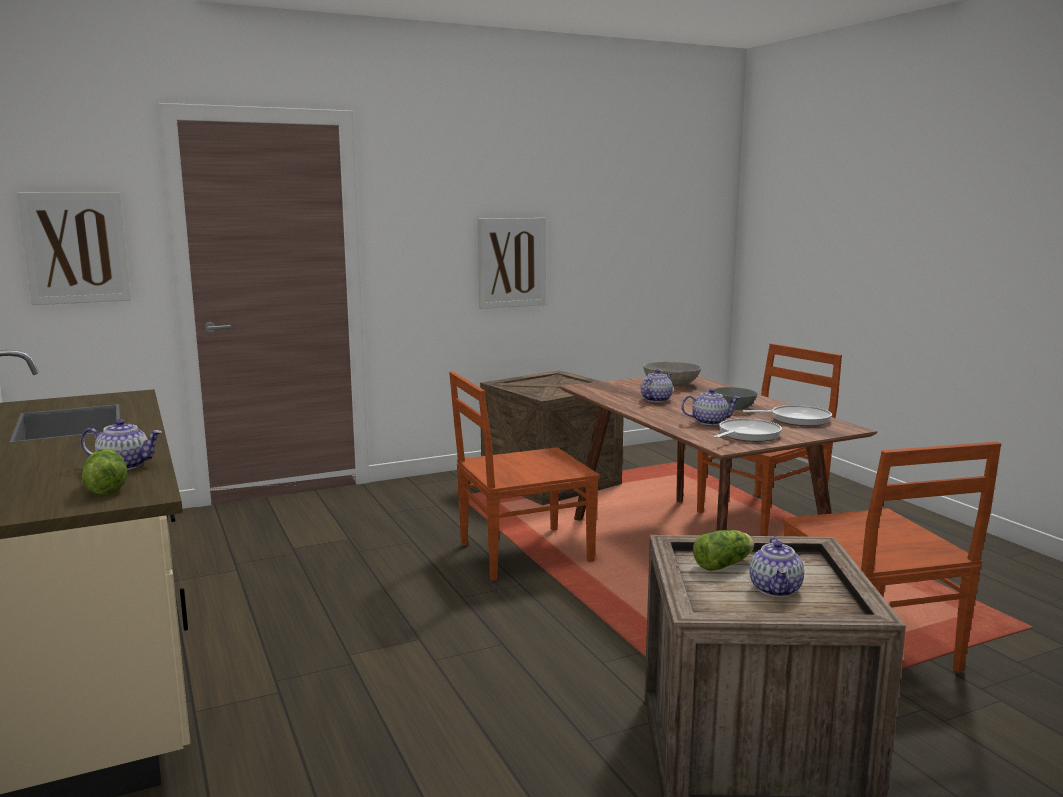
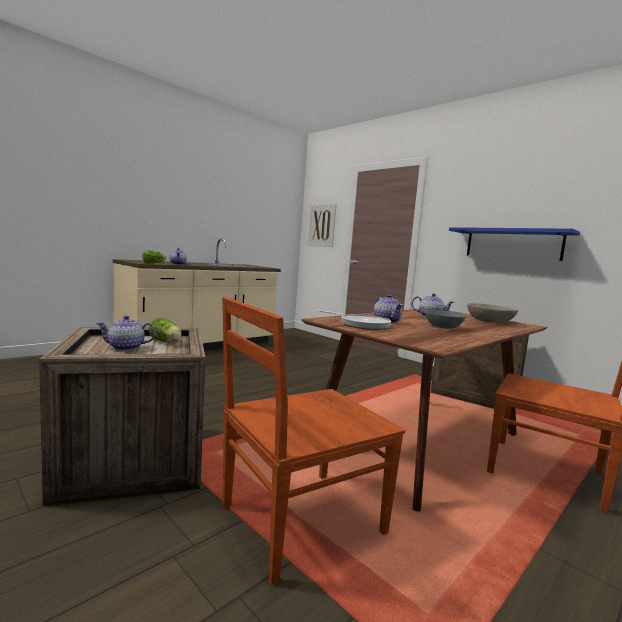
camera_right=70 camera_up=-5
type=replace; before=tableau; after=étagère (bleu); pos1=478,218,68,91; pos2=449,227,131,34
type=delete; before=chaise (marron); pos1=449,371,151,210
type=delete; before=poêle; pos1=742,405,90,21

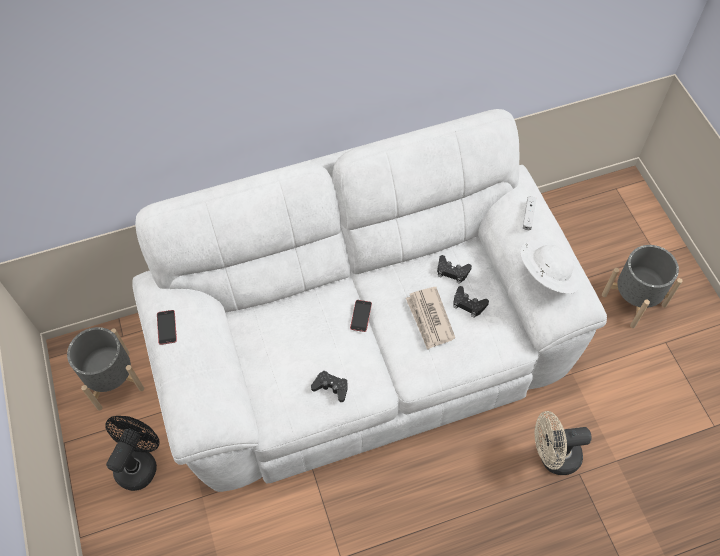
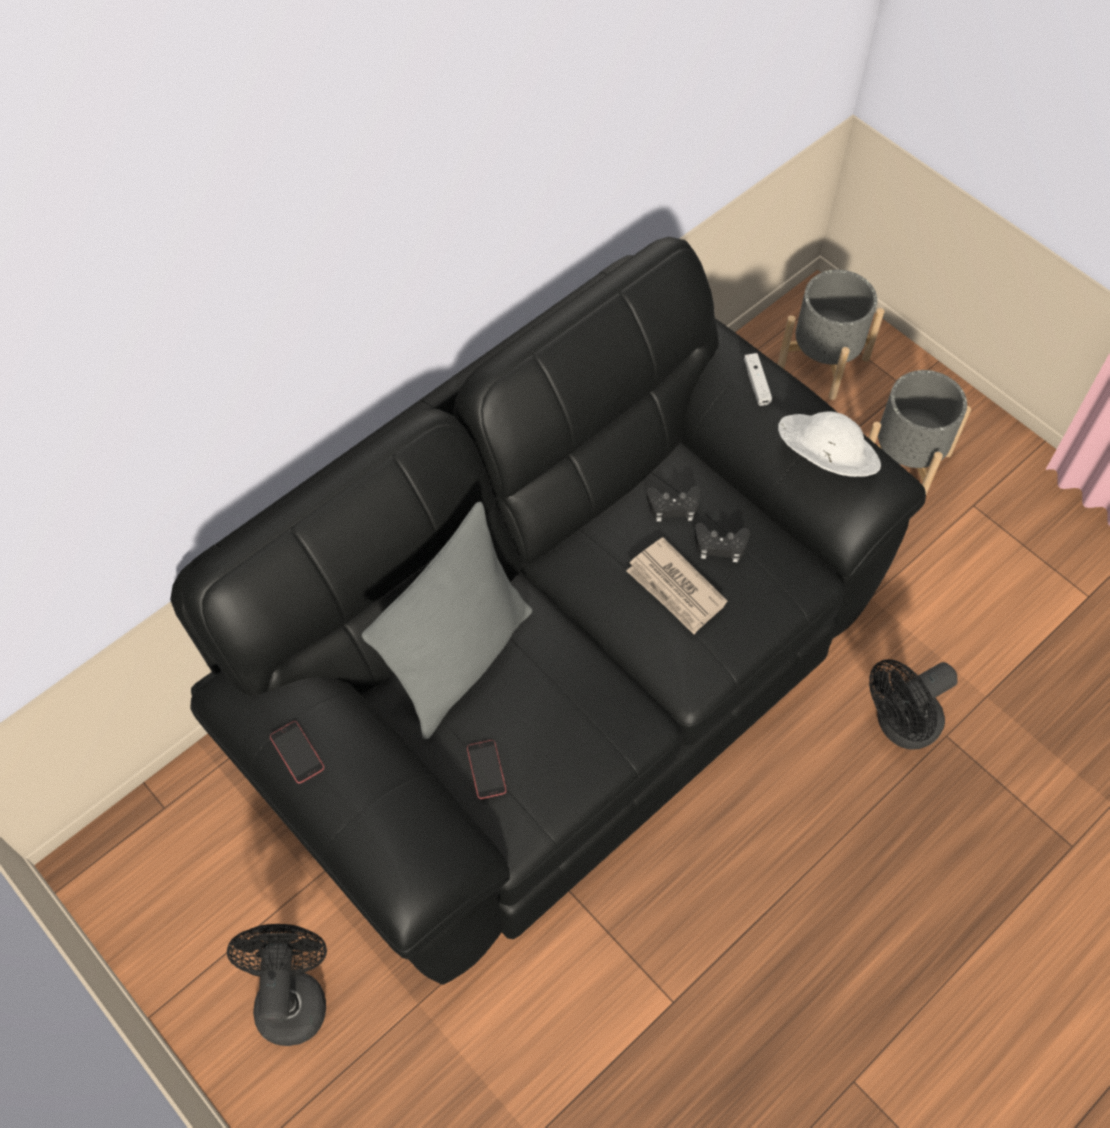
camera_right=-25 camera_up=0
type=recolor; before=canapé (blanc); after=canapé (noir); pos1=133,109,474,383; pos2=170,237,756,748
type=move; before=téléphone; pos1=350,300,22,32; pos2=467,740,39,59
type=move; before=cache-pot (gris); pos1=67,327,77,84; pos2=778,270,107,130
type=delete; before=manette (noir); pos1=311,370,37,32
type=recolor; before=ventilateur (beige); after=ventilateur (noir); pos1=535,411,57,64; pos2=869,659,89,91
type=insert; after=coussin (gris); pos2=362,502,170,237

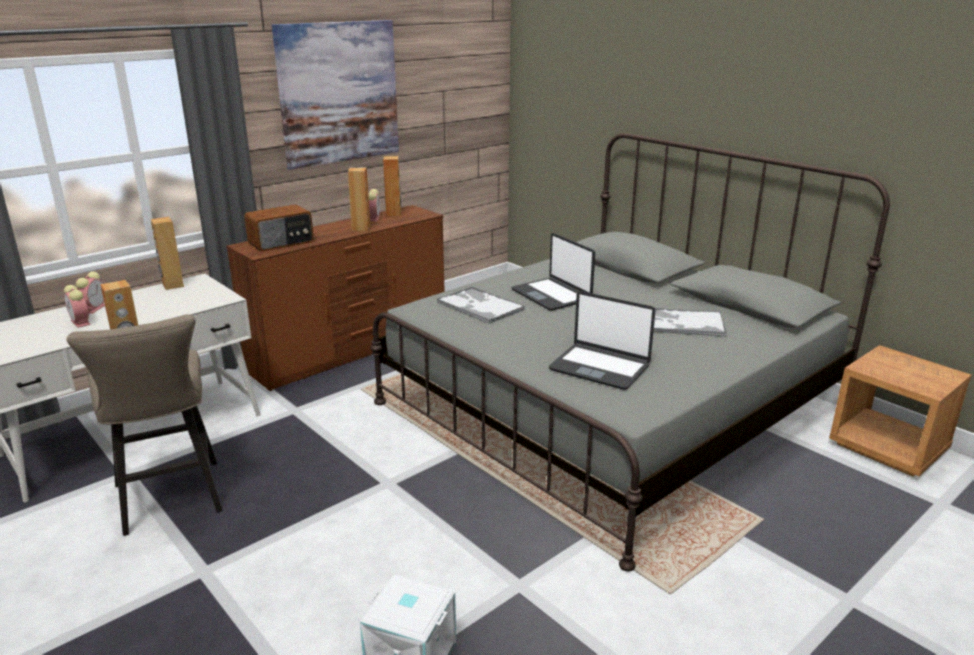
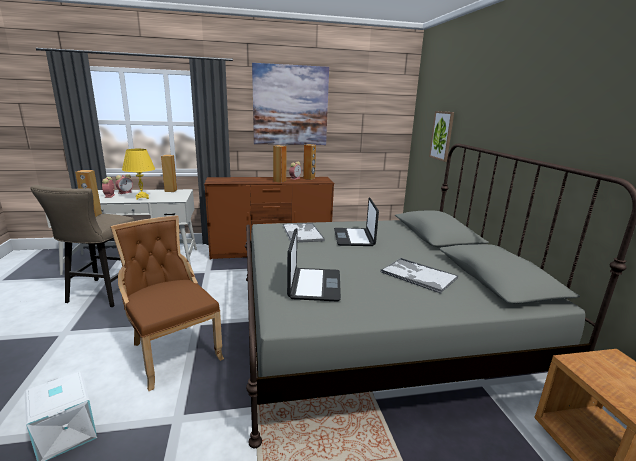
camera_right=30 camera_up=-5
type=delete; before=radio; pos1=244,204,70,48
type=rotate; before=ordinateur portable; pos1=549,291,106,99; pos2=287,228,54,73; turn=-150
type=insert; after=tableau; pos2=429,111,25,51
type=insert; after=lampe de table (jaune); pos2=122,149,33,51
type=insert; after=chaise (marron); pos2=110,216,114,175

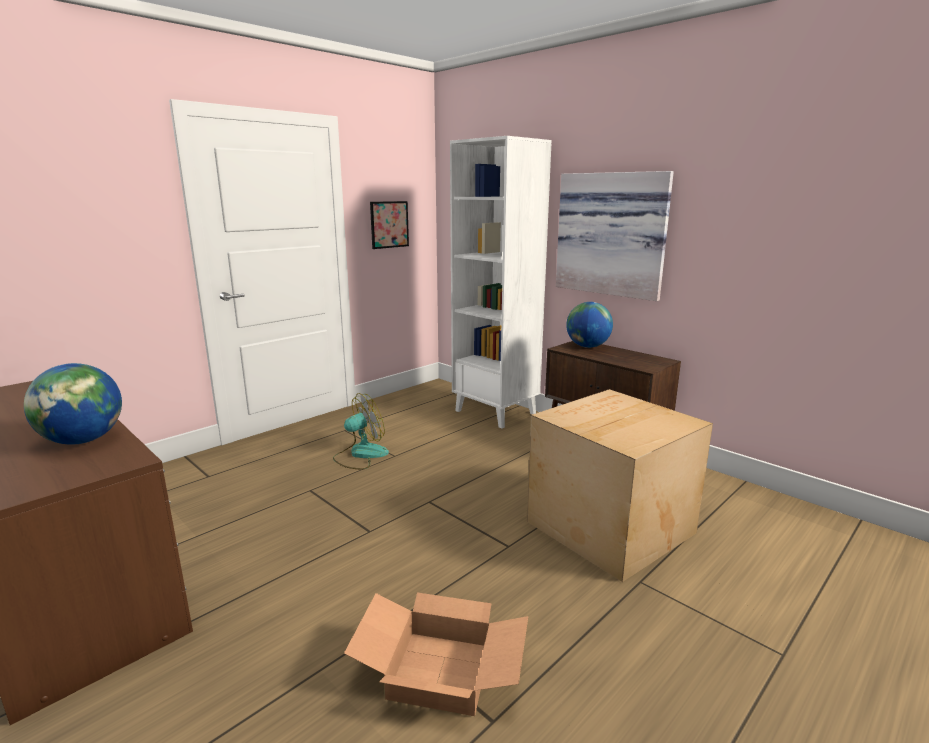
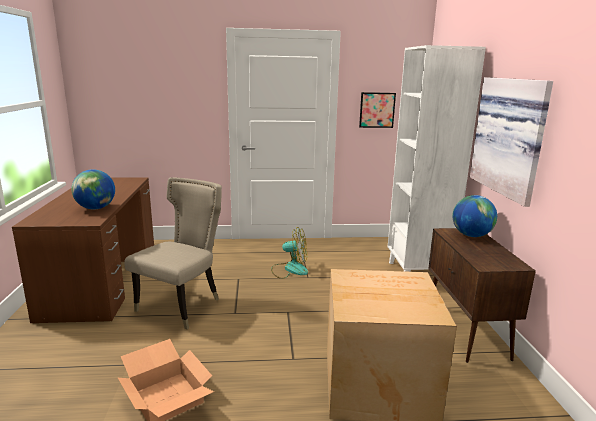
camera_right=40 camera_up=0
type=insert; after=chaise (beige); pos2=124,177,98,153

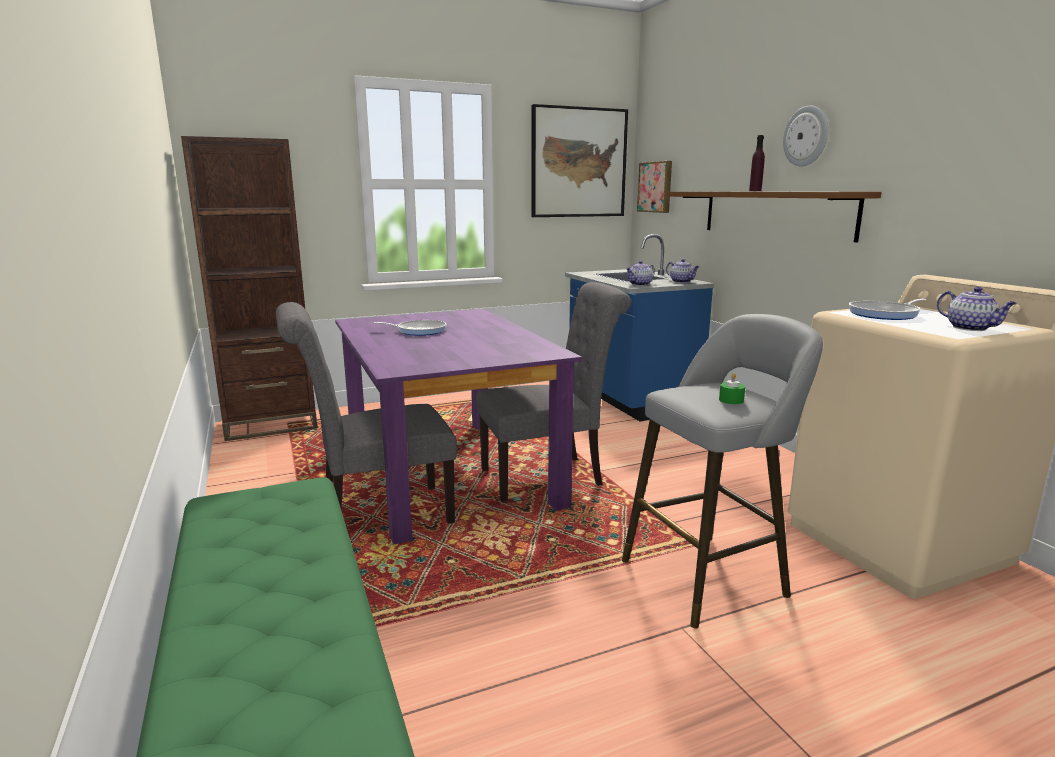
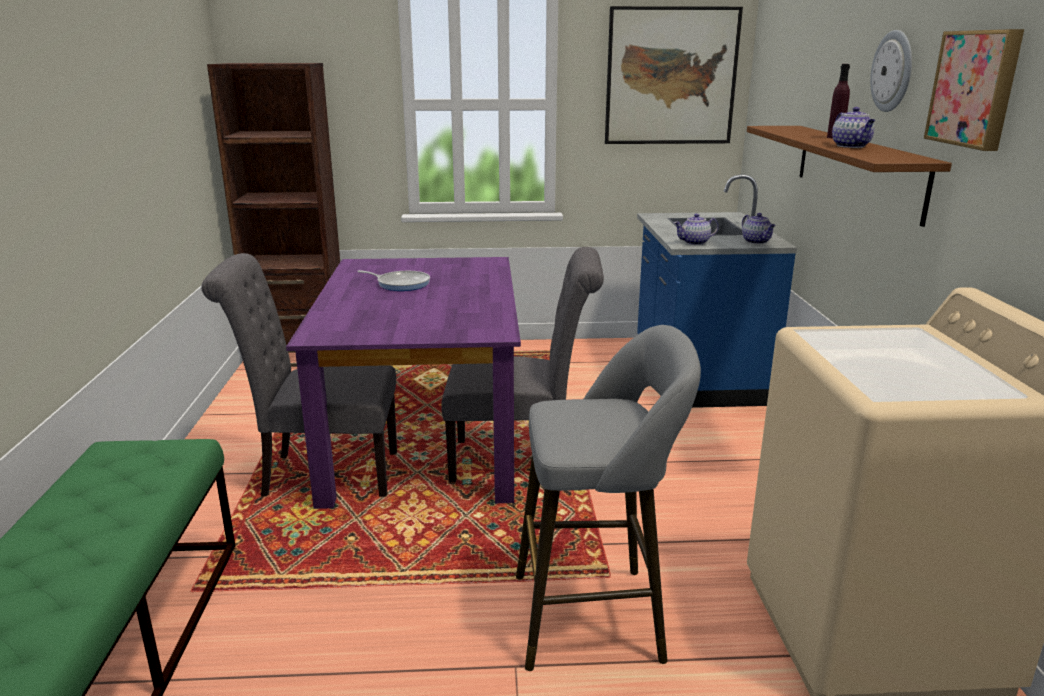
camera_right=20 camera_up=5
type=move; before=tableau; pos1=637,161,35,52; pos2=924,29,100,122
type=move; before=théière; pos1=937,287,80,44; pos2=832,107,43,41
type=delete; before=poêle; pos1=849,299,78,21
type=delete; before=bougie (vert); pos1=719,373,26,31

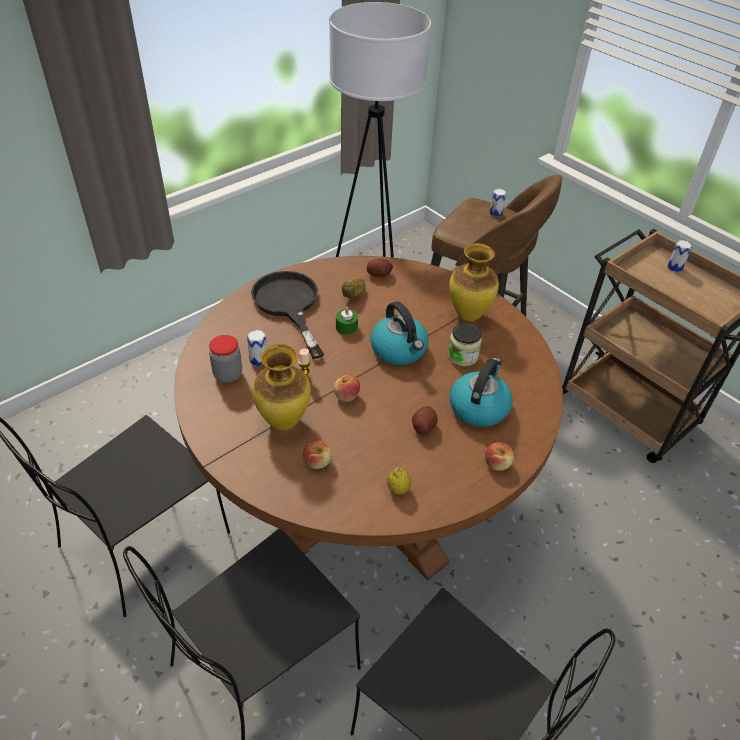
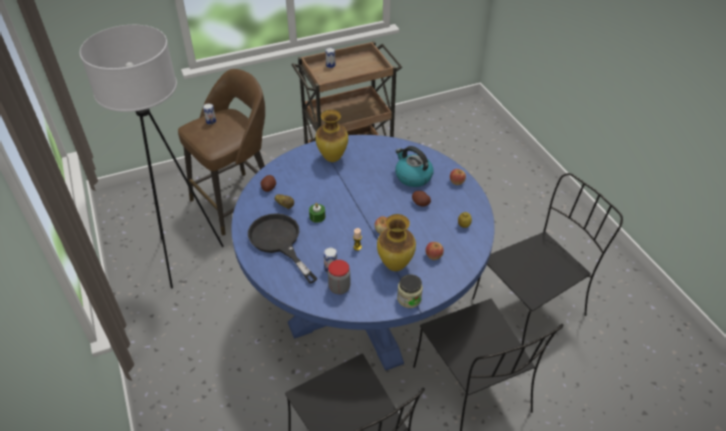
camera_right=-70 camera_up=0
type=recolor; before=table à manger (marron); after=table à manger (bleu); pos1=174,256,389,324; pos2=231,135,264,236
type=rotate; before=poêle (noir); pos1=251,271,73,88; pos2=248,213,70,71; turn=60
type=delete; before=bouilloire; pos1=370,301,59,64
type=move; before=bocal; pos1=448,323,34,43; pos2=397,274,26,34

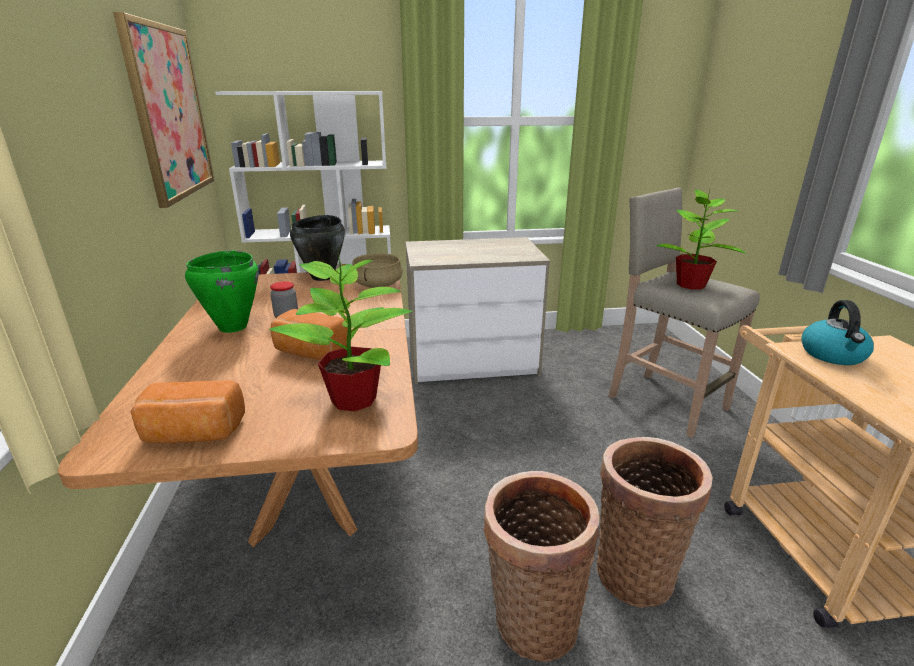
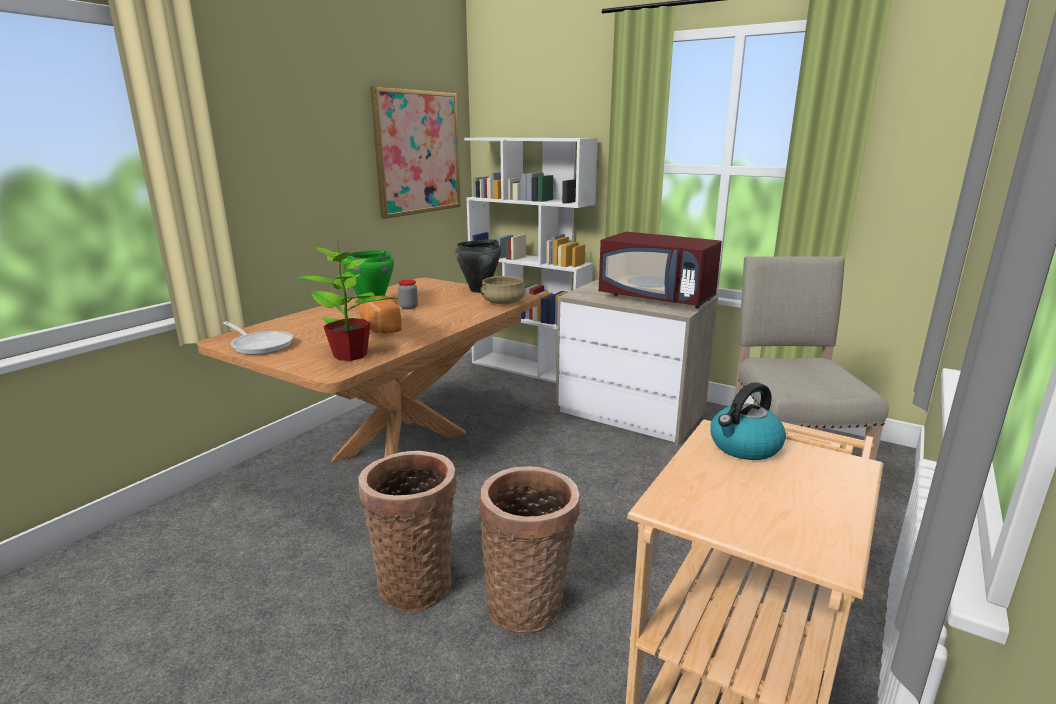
camera_right=40 camera_up=-5
type=delete; before=plante en pot; pos1=656,190,90,100
type=replace; before=pain; after=poêle; pos1=131,380,114,63; pos2=223,322,70,33
type=insert; after=micro-ondes (rouge); pos2=599,232,123,76

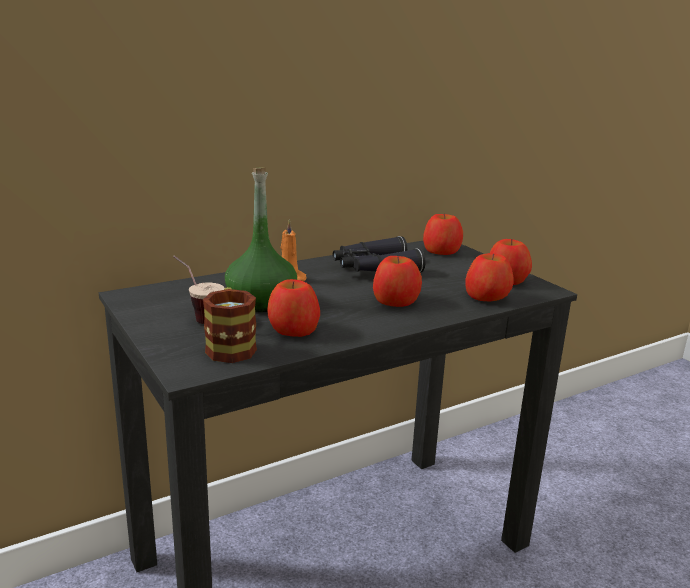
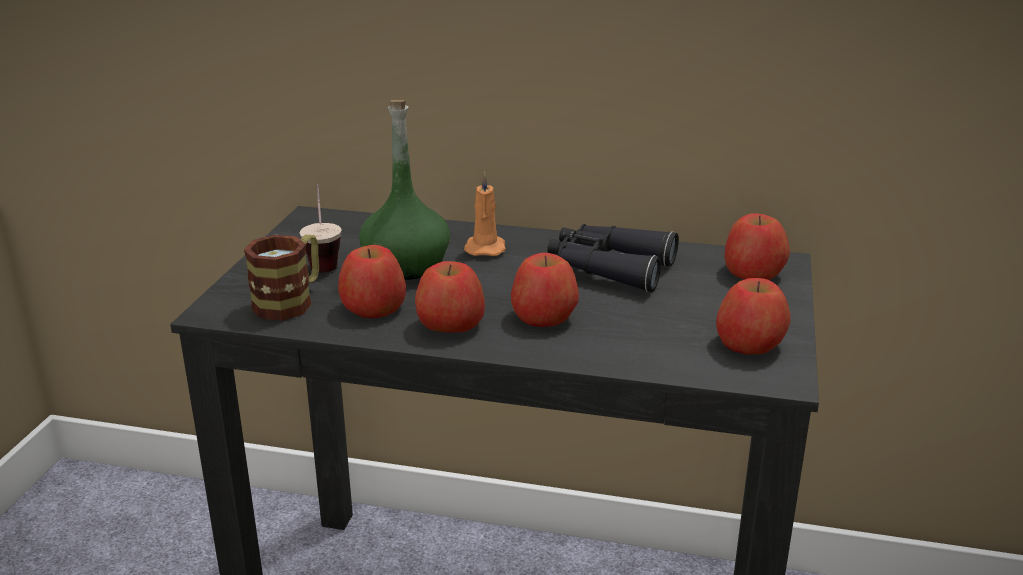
camera_right=45 camera_up=5
type=move; before=pomme; pos1=465,253,49,49; pos2=415,261,70,72

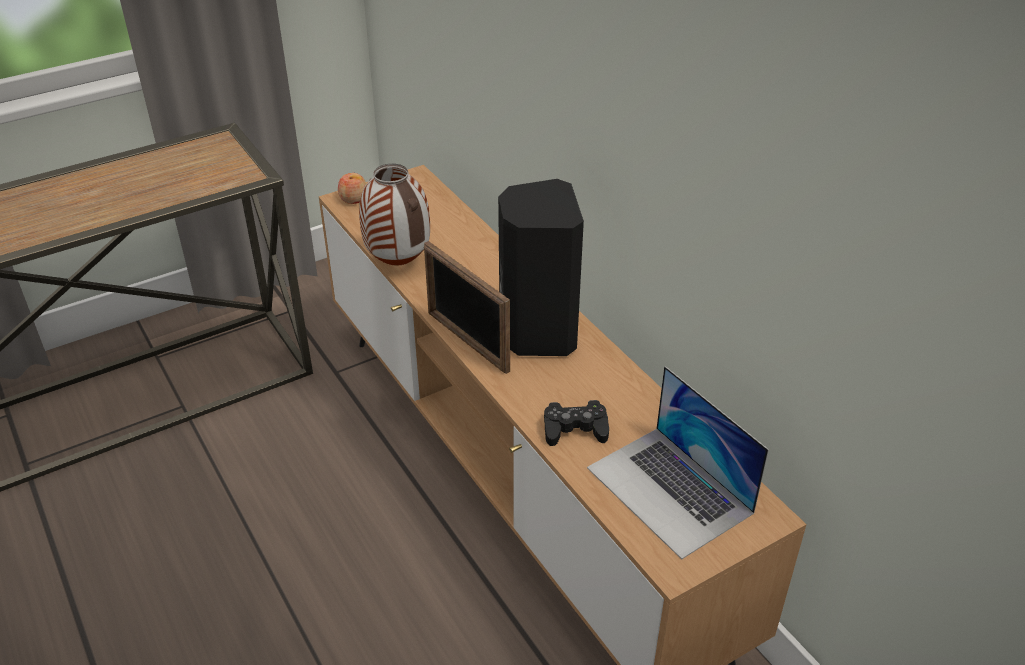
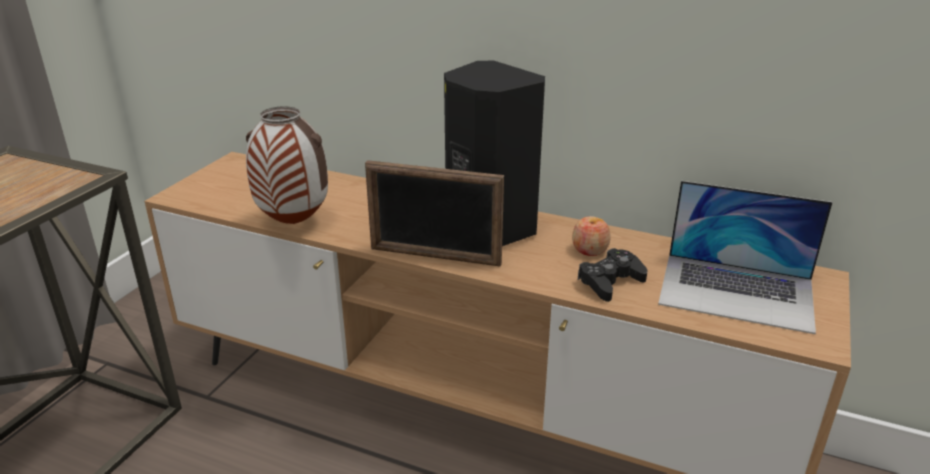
camera_right=-35 camera_up=-10
type=move; before=pomme; pos1=338,173,28,31; pos2=572,216,39,40

